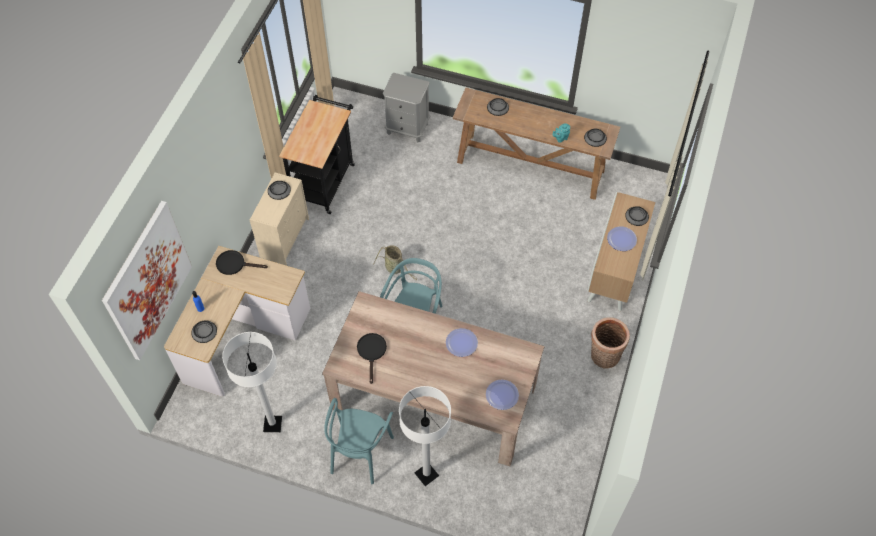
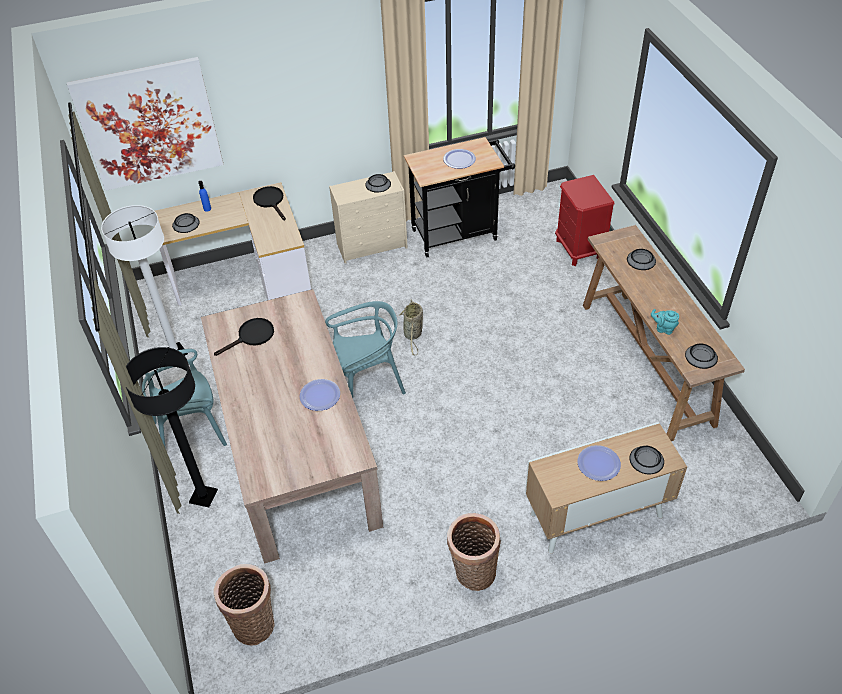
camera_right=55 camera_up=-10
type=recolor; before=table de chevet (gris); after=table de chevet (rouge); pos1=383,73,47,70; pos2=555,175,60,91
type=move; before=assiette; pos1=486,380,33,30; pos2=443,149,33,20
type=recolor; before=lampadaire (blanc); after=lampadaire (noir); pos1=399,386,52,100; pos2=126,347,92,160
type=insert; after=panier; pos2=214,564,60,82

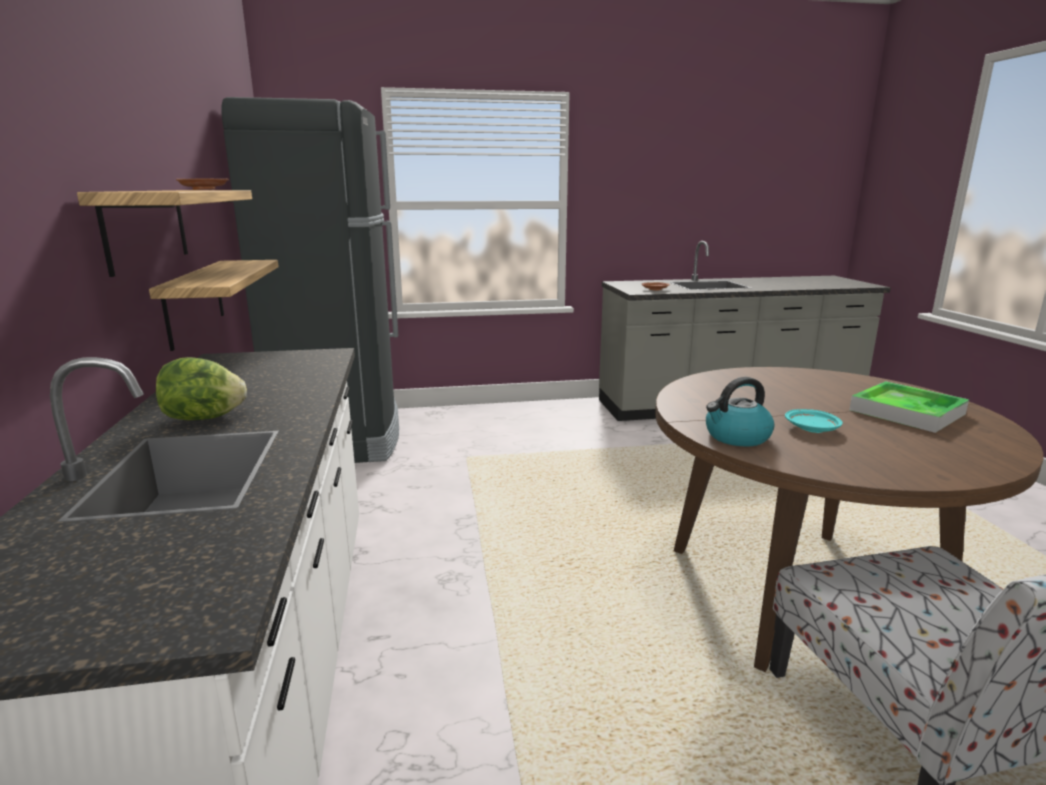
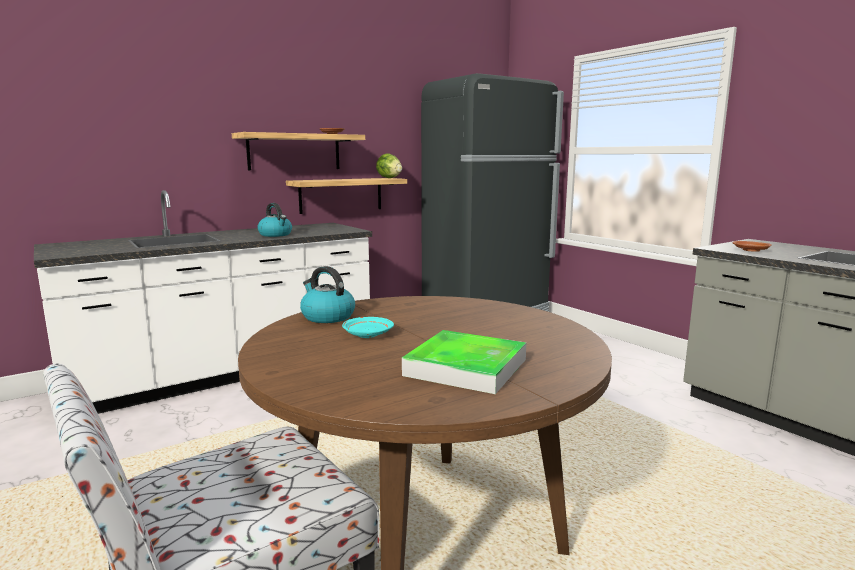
camera_right=65 camera_up=-5
type=move; before=laitue; pos1=156,357,91,63; pos2=376,153,26,25
type=insert; after=bouilloire; pos2=258,203,34,34

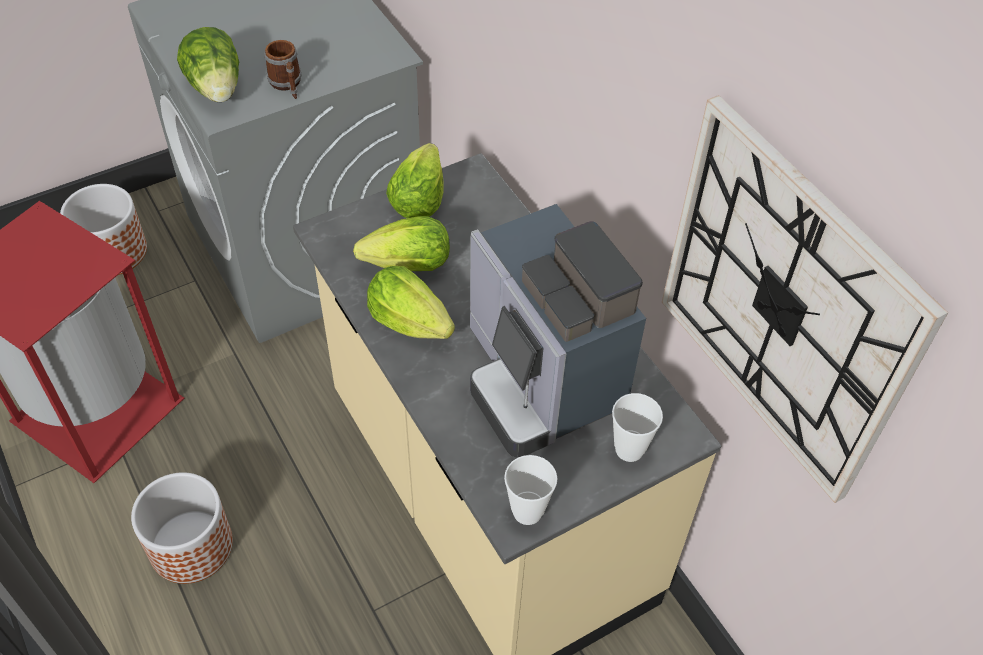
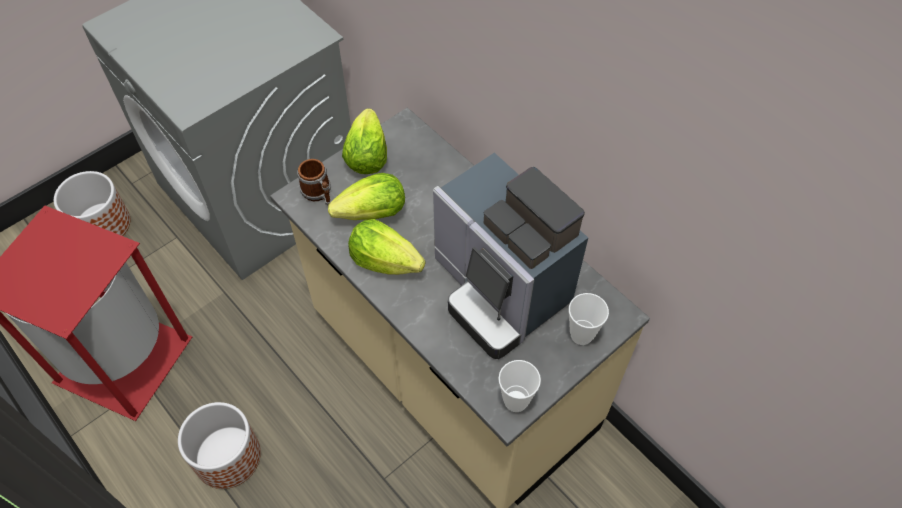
camera_right=-10 camera_up=5
type=delete; before=laitue; pos1=177,27,62,75
type=move; before=mug; pos1=264,40,38,59; pos2=297,159,34,46
type=delete; before=horloge murale; pos1=662,95,287,408

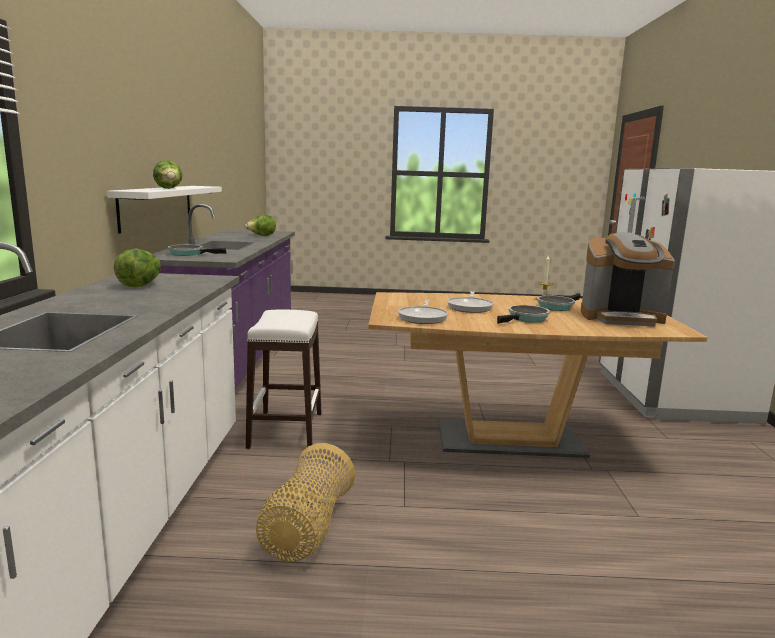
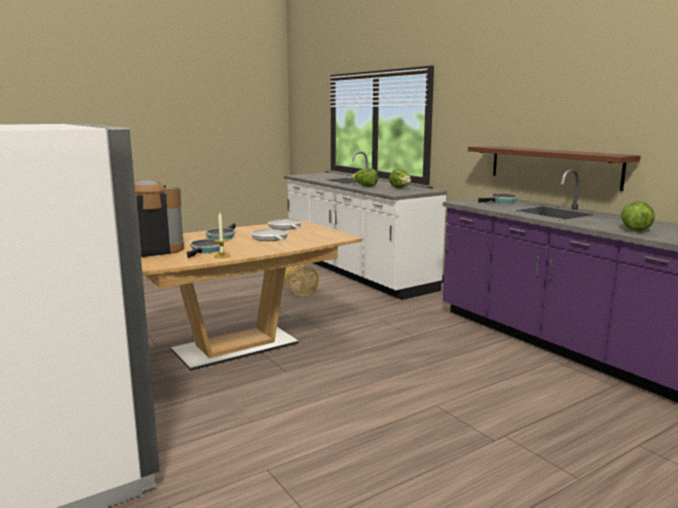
camera_right=145 camera_up=0
type=move; before=laitue; pos1=153,160,30,29; pos2=351,168,27,19
type=recolor; before=étagère (blanc); after=étagère (marron); pos1=107,186,115,48; pos2=468,146,173,45
type=delete; before=tabouret (blanc); pos1=246,310,75,139

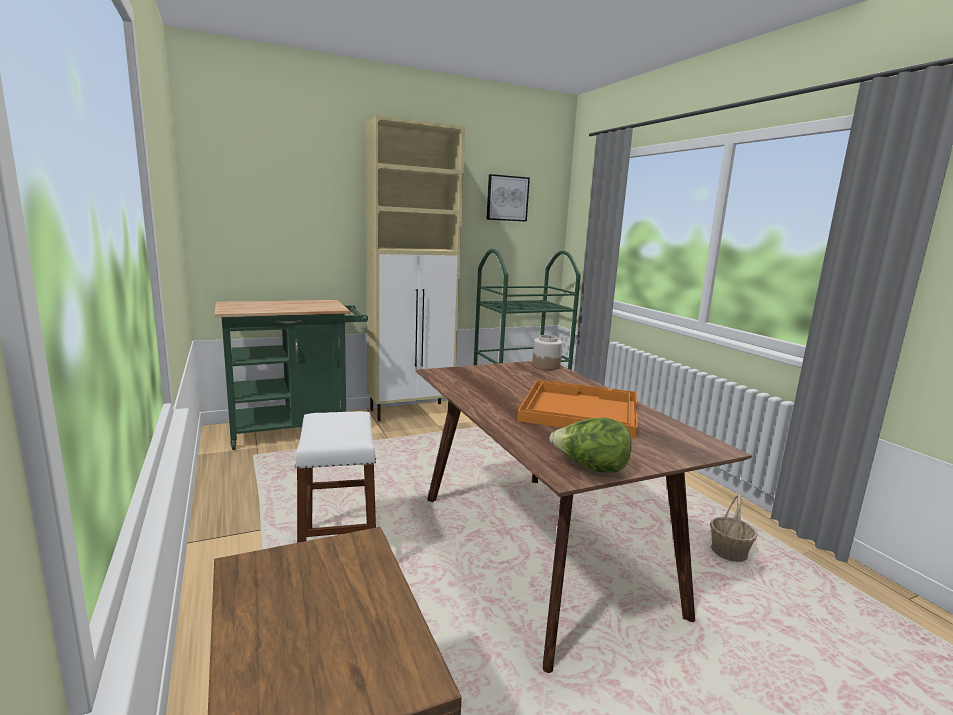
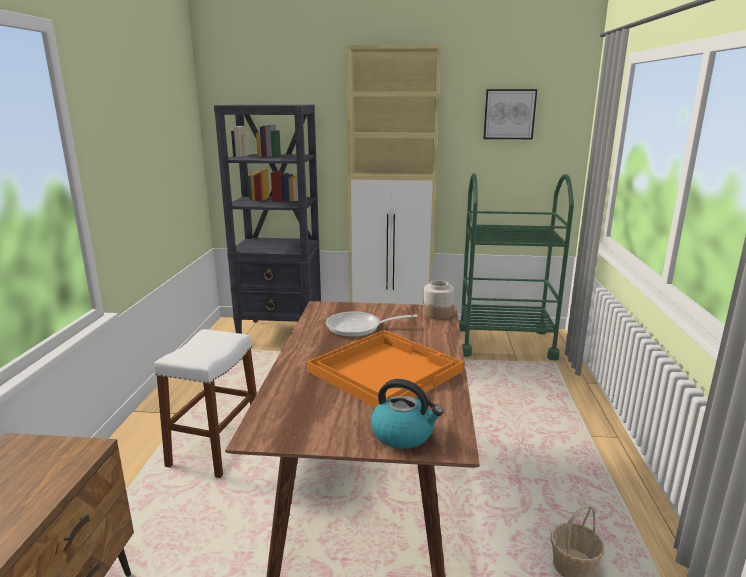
camera_right=30 camera_up=5
type=replace; before=chariot (vert); after=bibliothèque (noir); pos1=214,300,154,150; pos2=214,104,107,230
type=delete; before=laitue; pos1=549,418,83,55
type=insert; after=poêle; pos2=326,311,92,26
type=insert; after=bouilloire; pos2=371,379,72,70

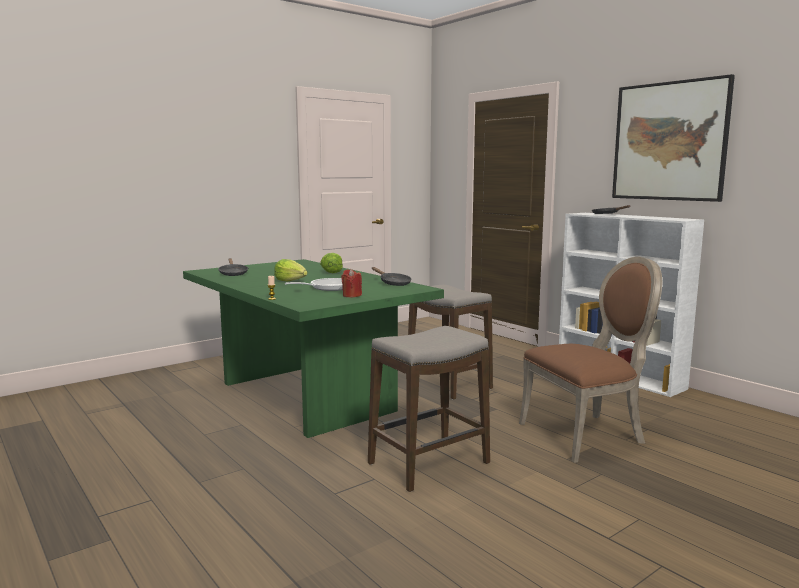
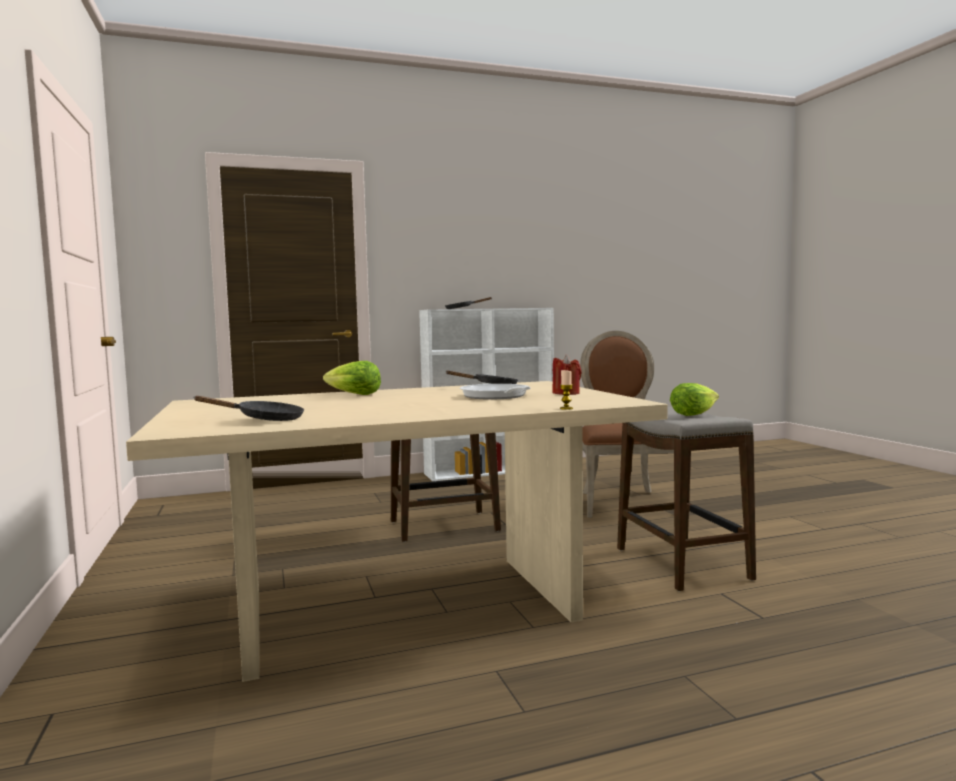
camera_right=-70 camera_up=-5
type=delete; before=tableau; pos1=612,74,123,128
type=recolor; before=table à manger (vert); after=table à manger (beige); pos1=183,259,261,179; pos2=126,381,542,301
type=move; before=laitue; pos1=274,259,34,22; pos2=670,383,49,33

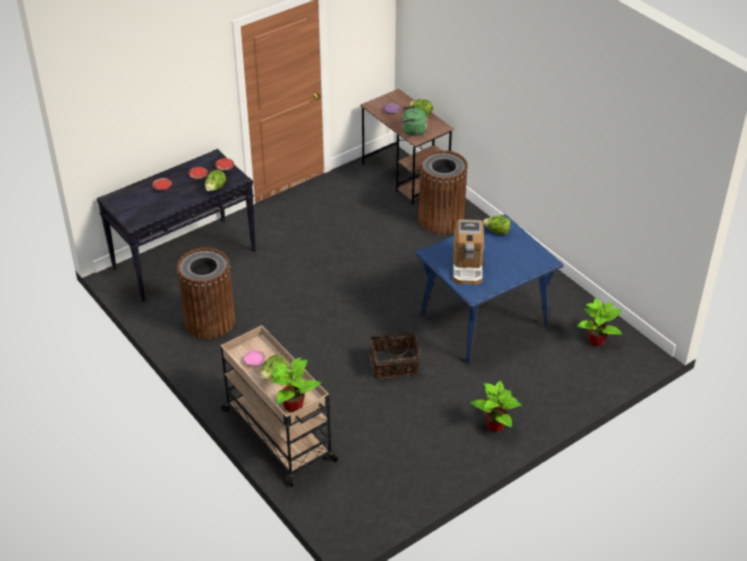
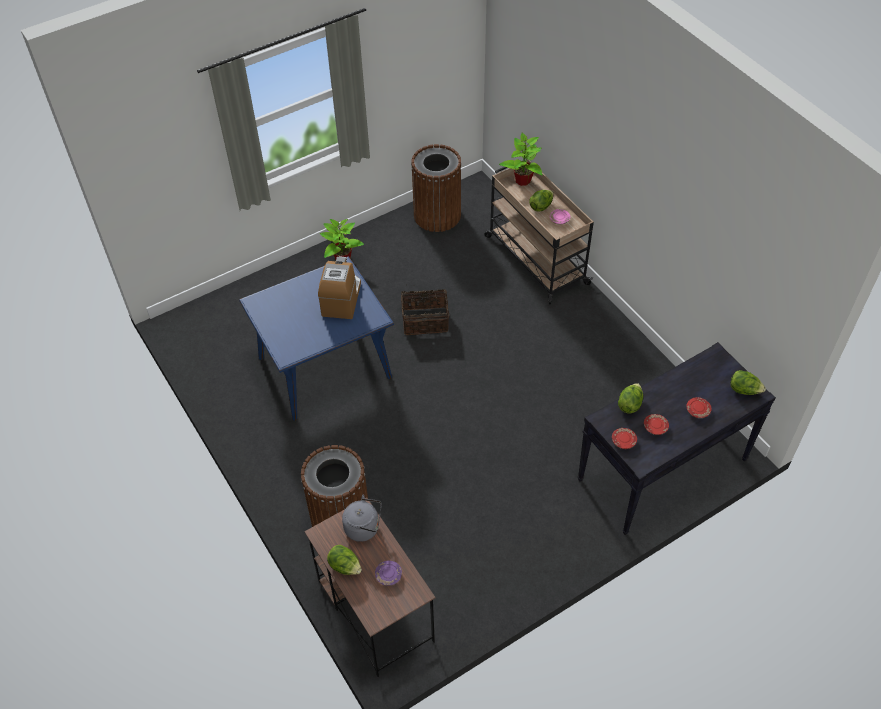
camera_right=-175 camera_up=10
type=recolor; before=bouilloire (vert); after=bouilloire (gris); pos1=401,106,26,30; pos2=342,495,40,47
type=move; before=laitue; pos1=483,216,28,19; pos2=731,370,35,25
type=move; before=poubelle (marron); pos1=177,248,58,91; pos2=411,144,51,88
type=delete; before=plante en pot; pos1=577,298,45,48

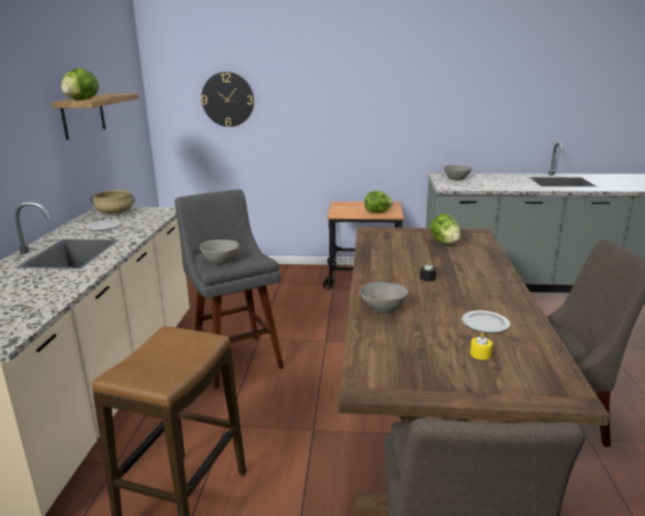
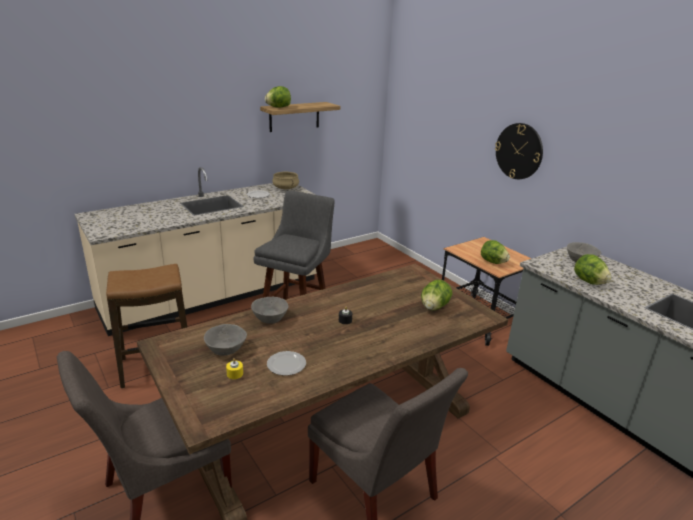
camera_right=50 camera_up=5
type=move; before=horloge murale; pos1=201,72,53,55; pos2=495,123,48,56
type=move; before=bol (gris); pos1=200,240,39,24; pos2=204,324,43,32
type=insert; after=laitue; pos2=574,254,38,31

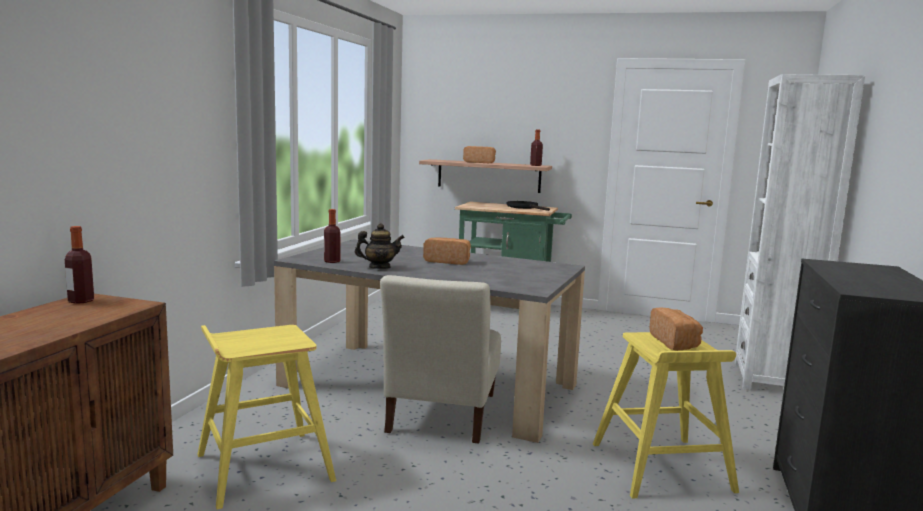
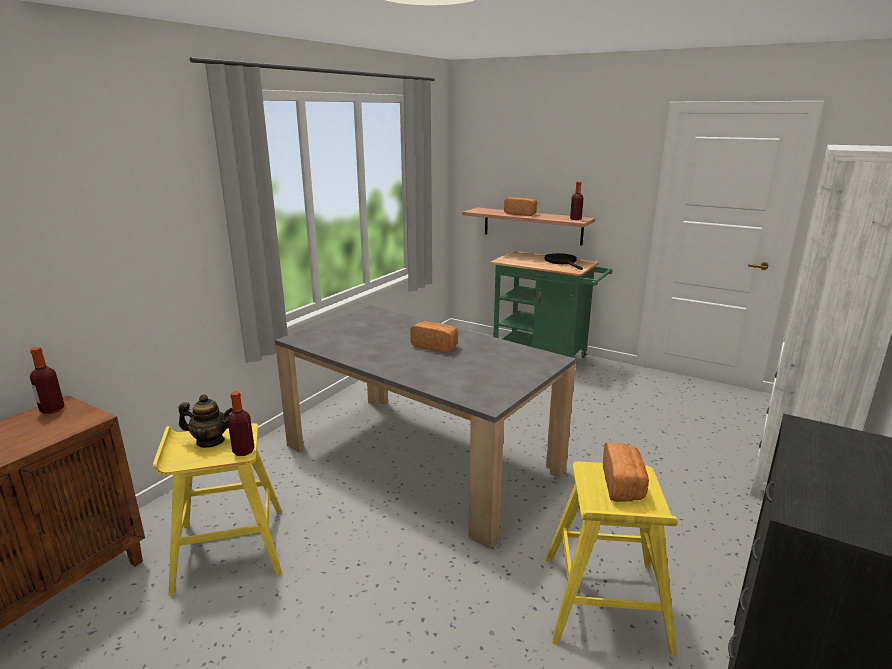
camera_right=15 camera_up=10
type=move; before=bouteille; pos1=324,209,16,54; pos2=228,391,27,65
type=move; before=théière; pos1=355,223,50,46; pos2=178,394,55,54
type=delete; before=chaise (beige); pos1=380,275,121,168

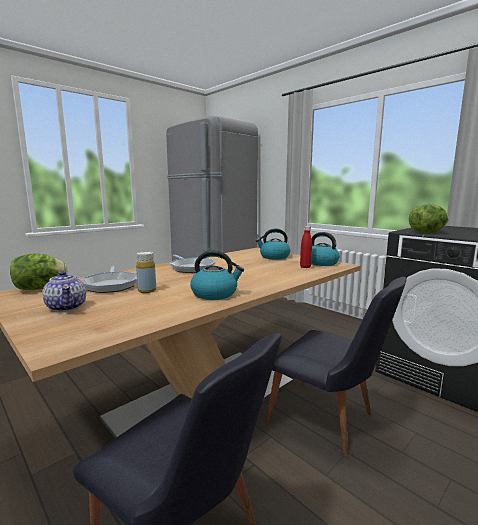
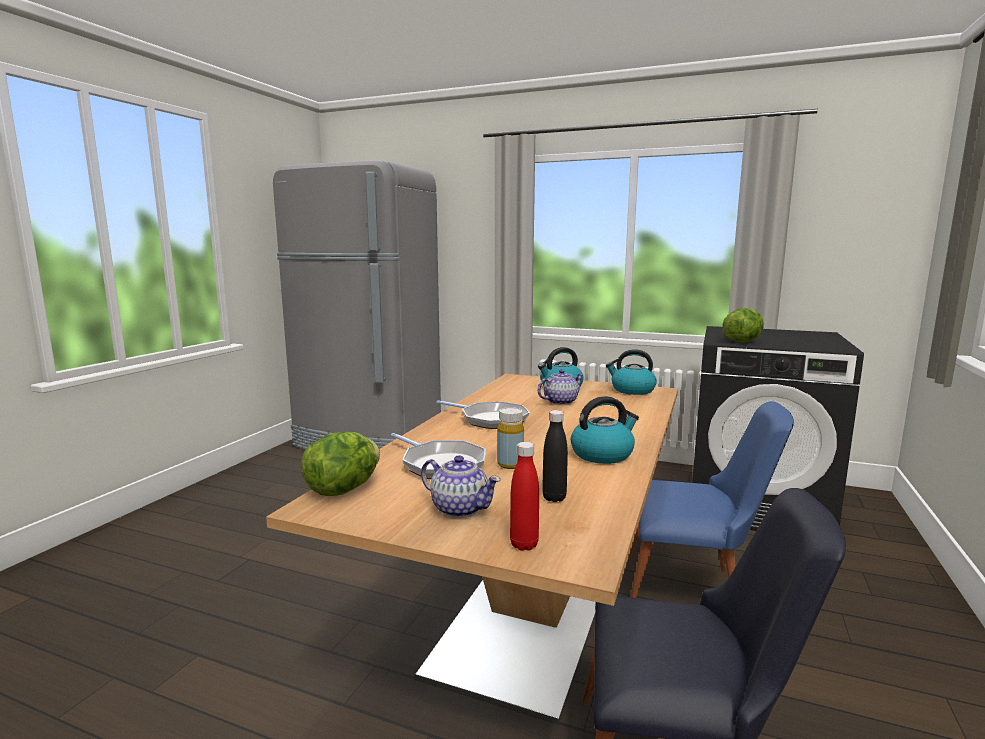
camera_right=-25 camera_up=0
type=move; before=bouteille (rouge); pos1=300,226,12,42; pos2=510,442,29,109
type=recolor; before=chaise (noir); after=chaise (bleu); pos1=267,277,140,180; pos2=628,401,166,197
type=insert; after=théière; pos2=538,369,46,36
type=insert; after=bouteille (noir); pos2=542,410,26,92

